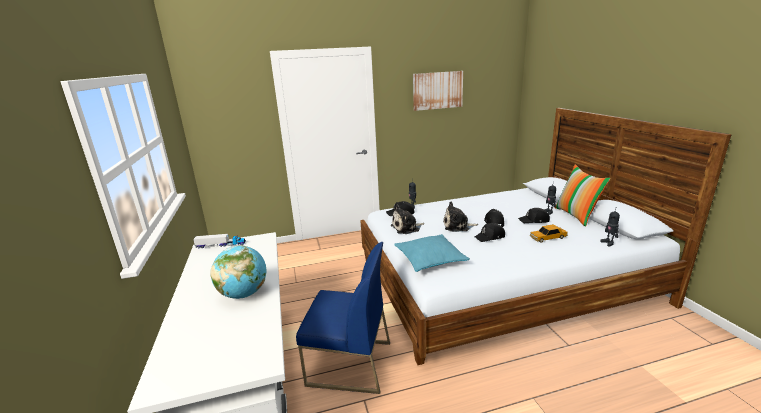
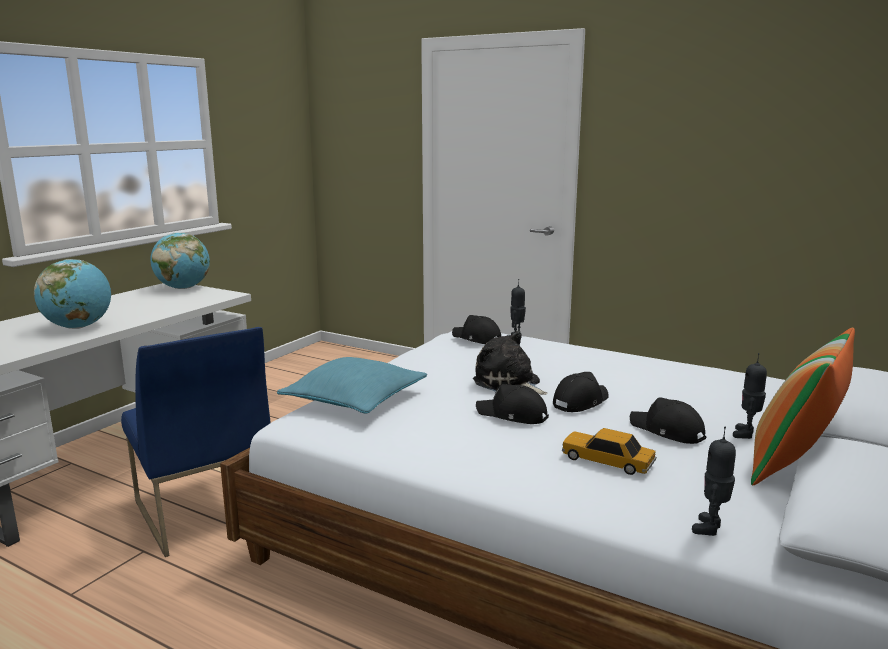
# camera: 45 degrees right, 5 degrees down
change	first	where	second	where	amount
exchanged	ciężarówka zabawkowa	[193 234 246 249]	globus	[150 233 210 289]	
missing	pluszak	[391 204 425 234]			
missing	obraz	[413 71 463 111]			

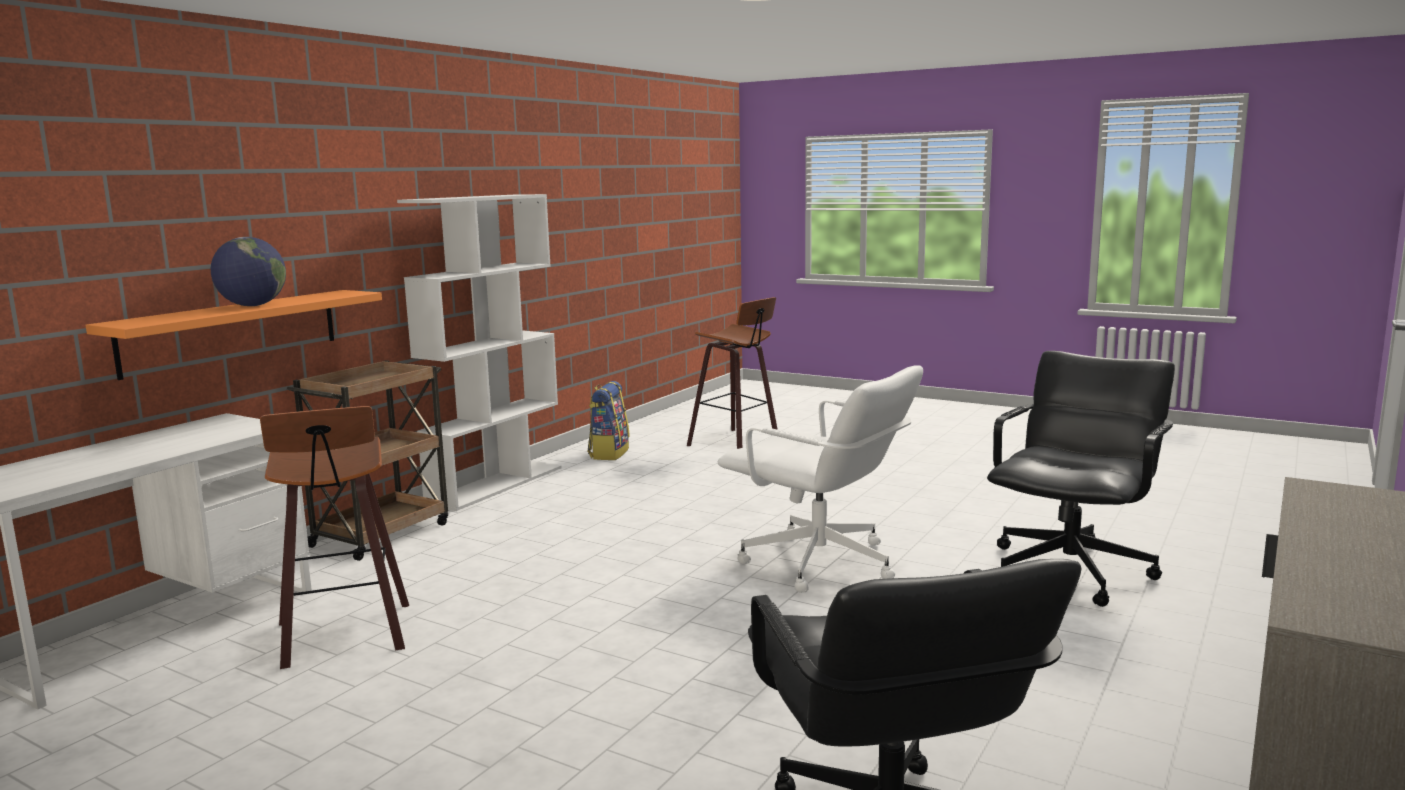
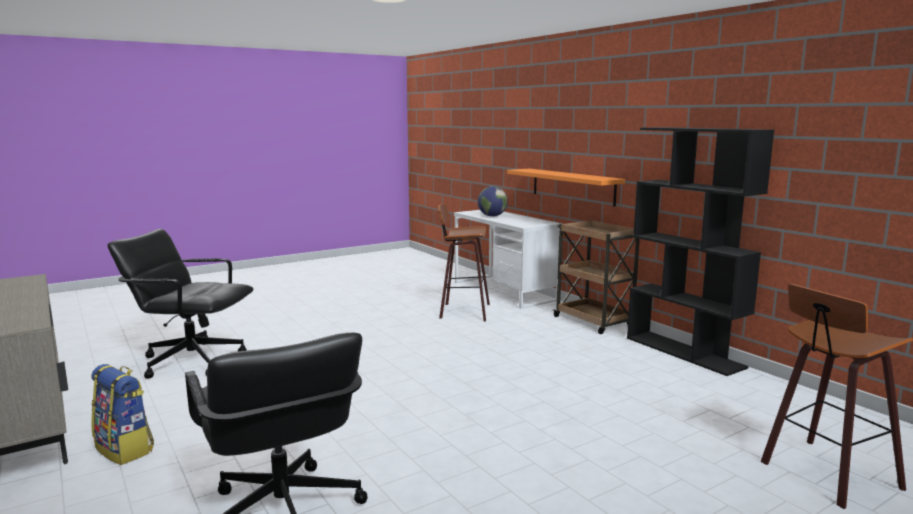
# camera: 115 degrees right, 0 degrees up
change	first	where	second	where	amount
relocated	plecak	[588 381 630 460]		[91 364 154 465]	
relocated	globus	[211 237 286 306]		[478 186 508 217]	
colour	regał [biały]	[397 194 562 511]	regał [czarny]	[627 127 774 376]	
missing	krzesło biurowe [biały]	[718 365 923 593]			

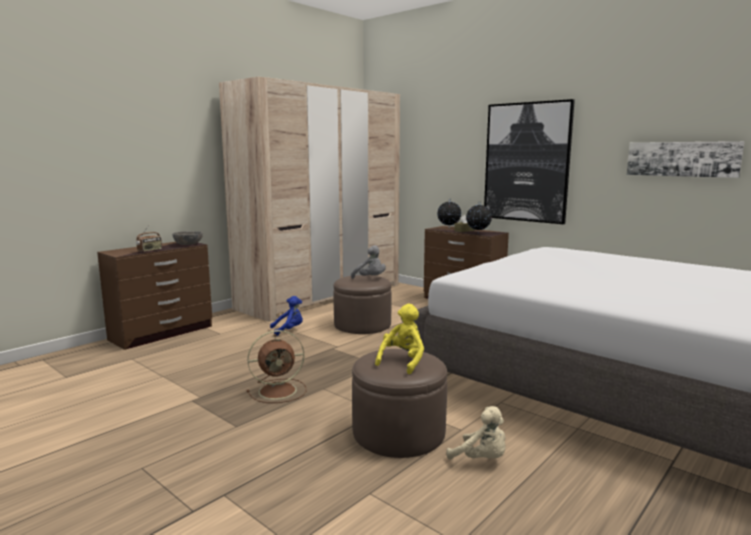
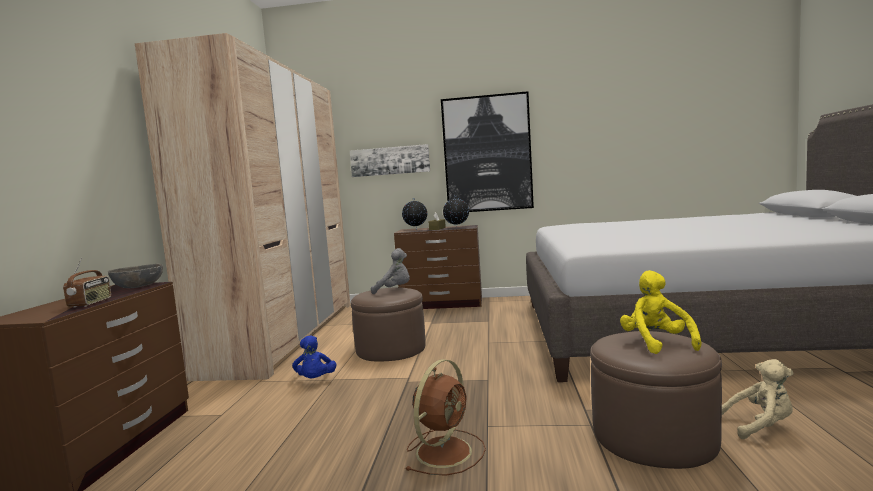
# camera: 35 degrees left, 5 degrees down
change	first	where	second	where	amount
spun	pluszak [niebieski]	[270 296 303 336]		[292 336 337 378]	135 degrees clockwise
relocated	obraz	[626 141 745 178]		[350 144 430 177]	

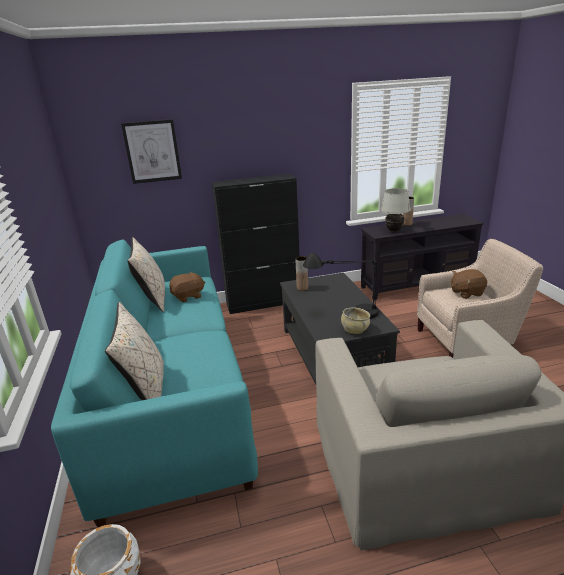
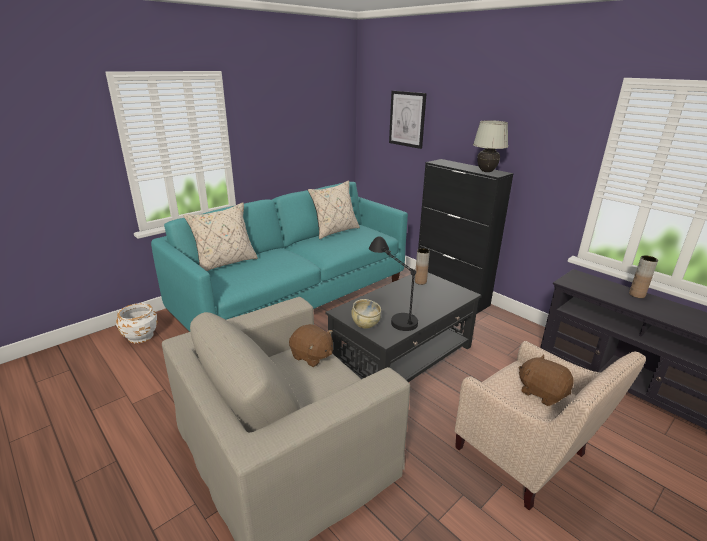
# camera: 60 degrees right, 0 degrees up
change	first	where	second	where	amount
relocated	pluszak [brązowy]	[169 271 205 302]		[289 324 333 367]	
relocated	lampa stołowa [biały]	[381 188 410 232]		[473 120 508 172]	

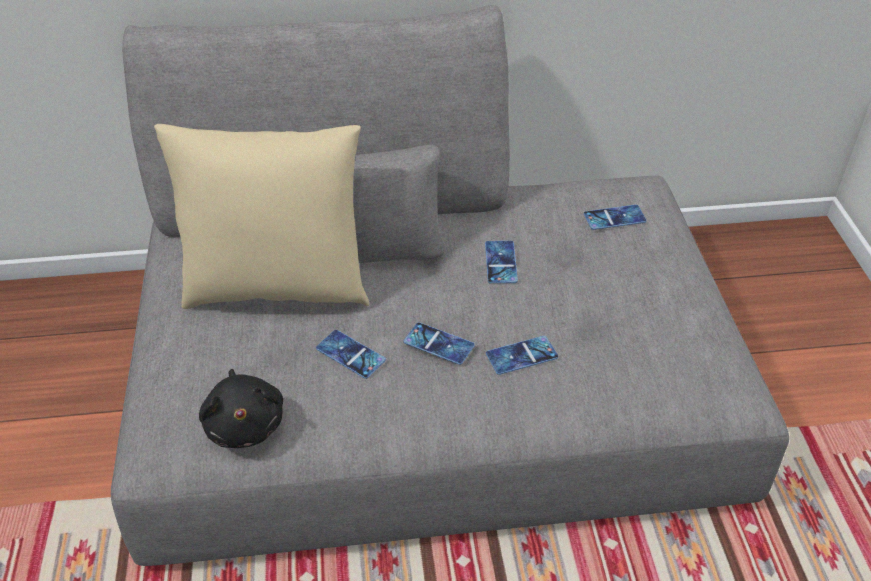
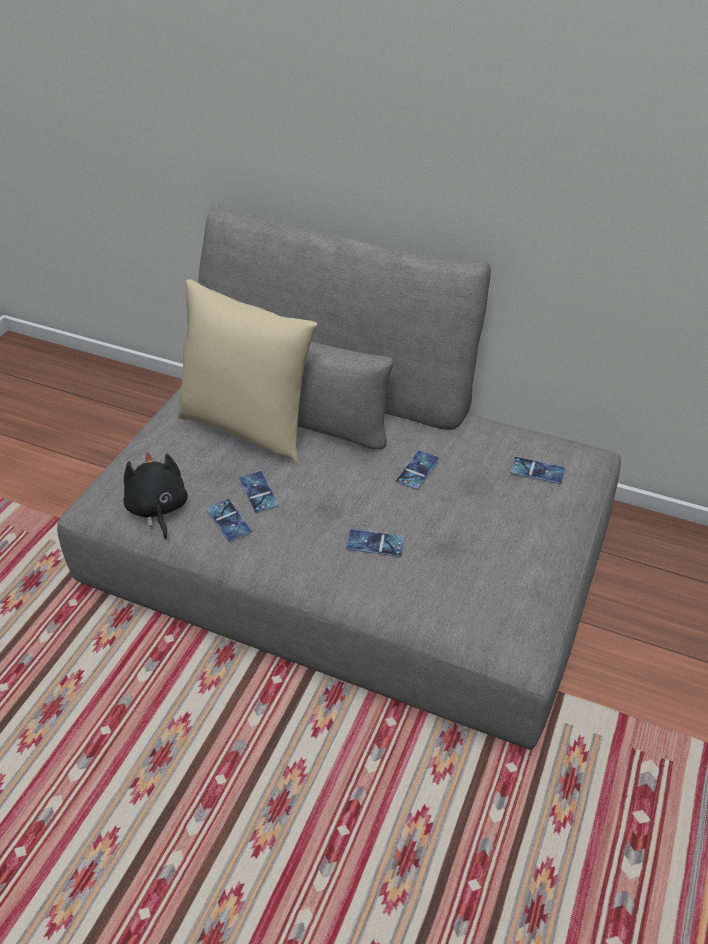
# camera: 30 degrees right, 0 degrees up
change	first	where	second	where	amount
spun	pluszak [czarny]	[199 369 283 448]		[123 451 188 540]	150 degrees clockwise
relocated	telefon	[403 322 475 365]		[206 499 252 542]	

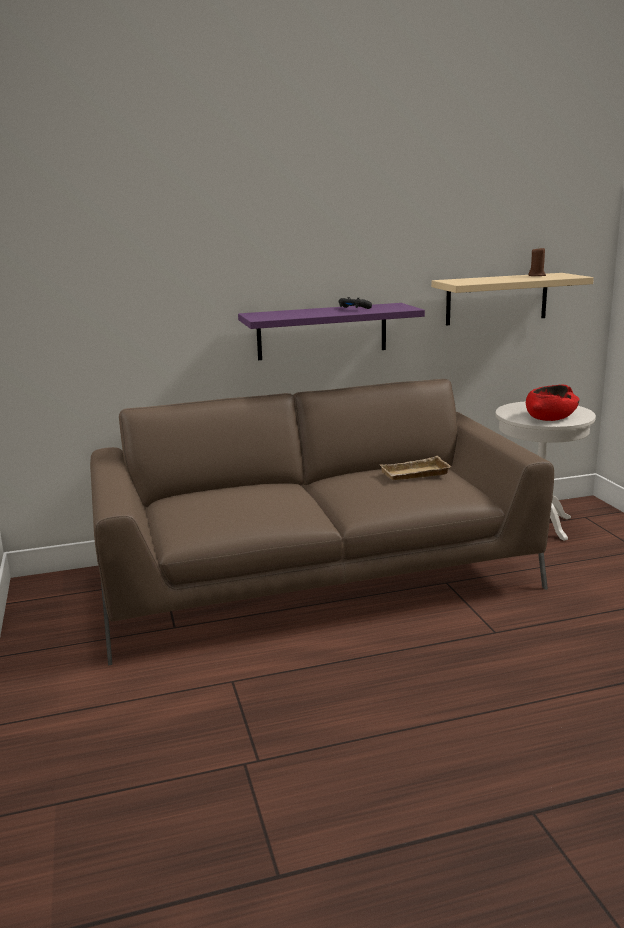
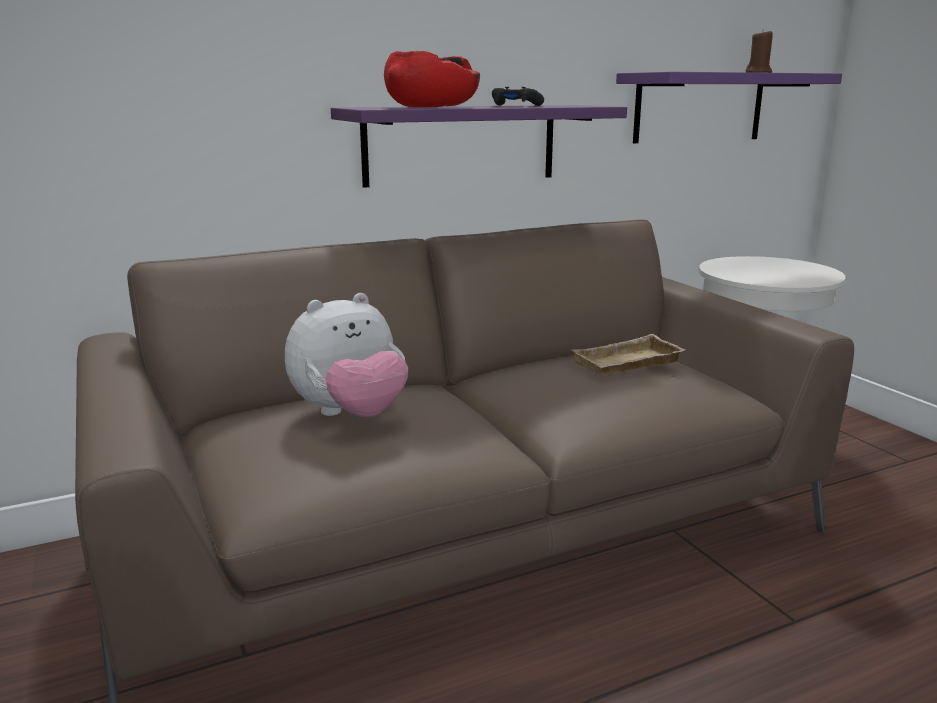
# camera: 10 degrees left, 0 degrees up
change	first	where	second	where	amount
appeared			pluszak	[285 293 408 418]	
relocated	miska [czerwony]	[526 385 579 421]		[384 51 480 107]	
colour	półka [beżowy]	[431 273 594 325]	półka [fioletowy]	[616 72 842 143]	

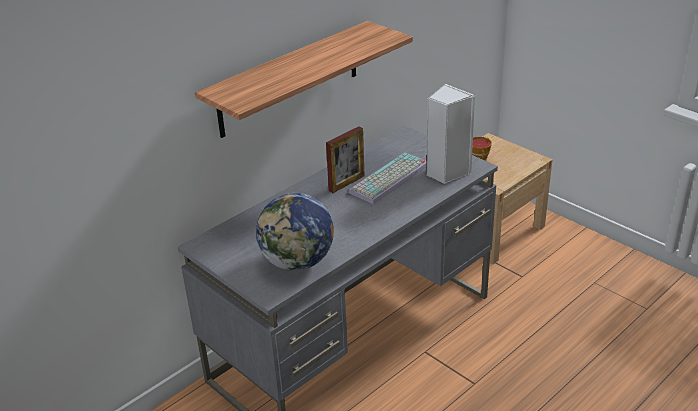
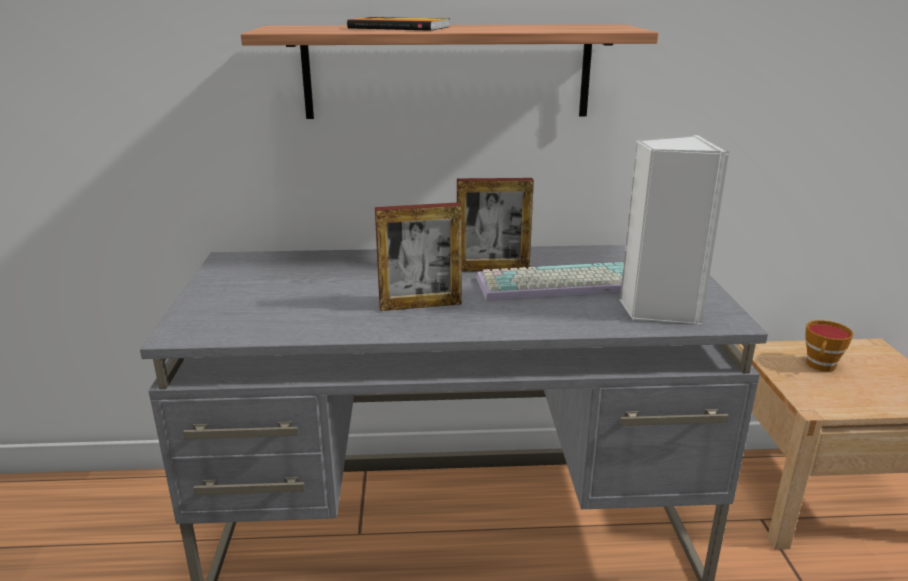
# camera: 40 degrees right, 10 degrees down
change	first	where	second	where	amount
appeared			książka	[347 17 450 31]	
appeared			ramka na zdjęcie	[375 202 462 311]	
missing	globus	[256 193 334 271]			

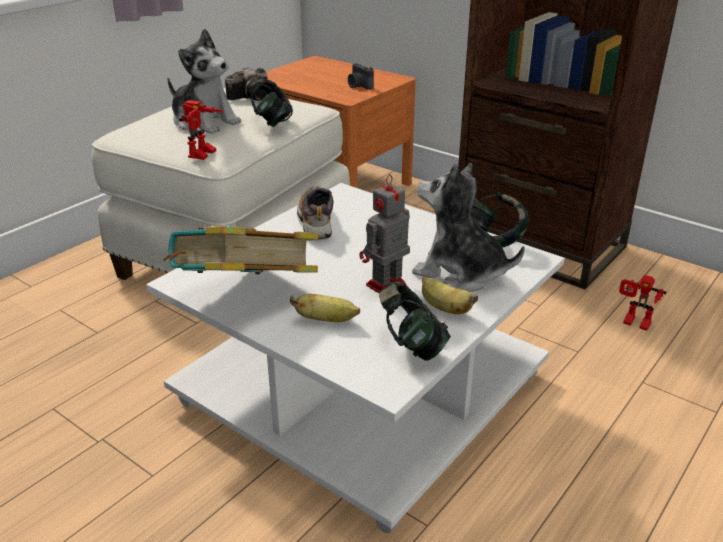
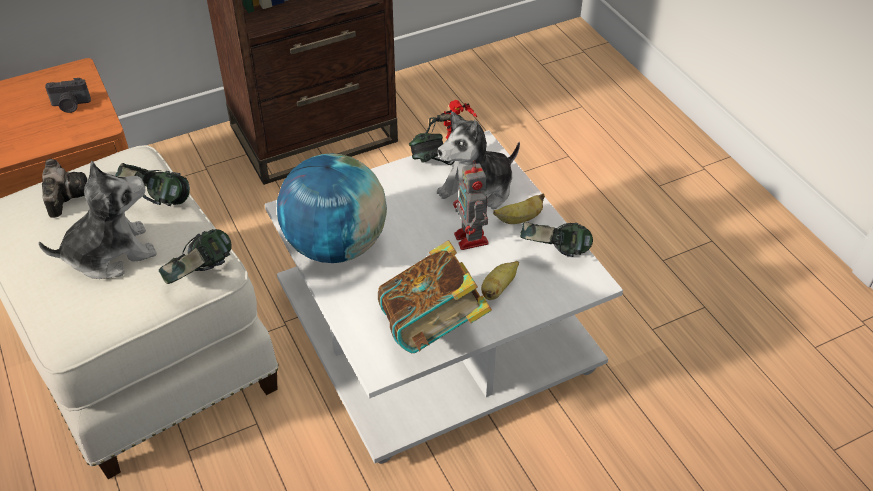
# camera: 65 degrees left, 15 degrees up
change	first	where	second	where	amount
exchanged	robot zabawkowy	[179 100 224 160]	słuchawki	[159 229 232 284]	
exchanged	but	[297 186 334 241]	globus	[277 153 387 263]	

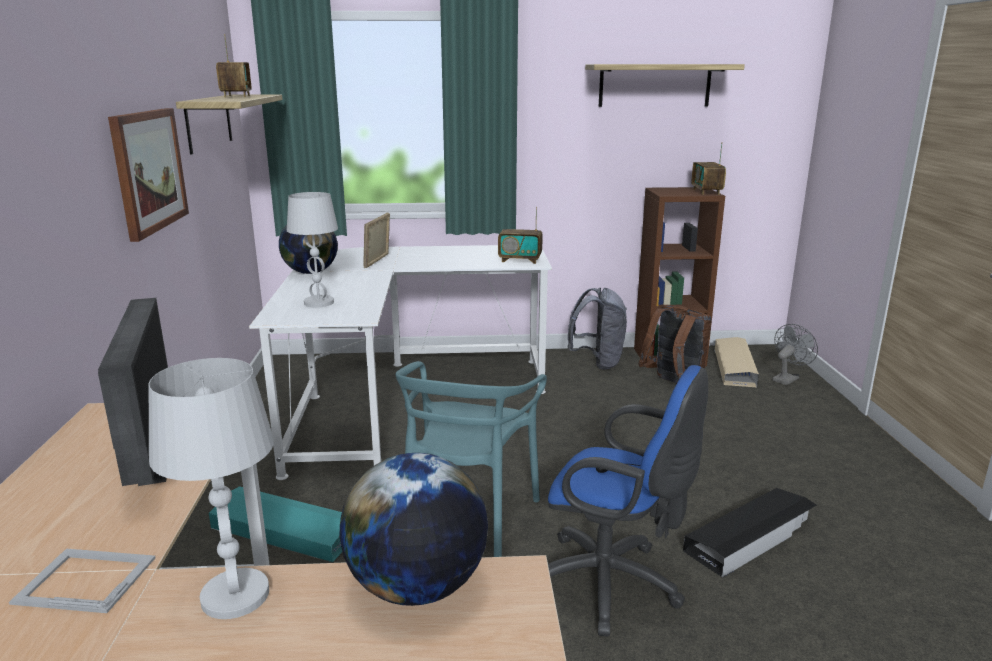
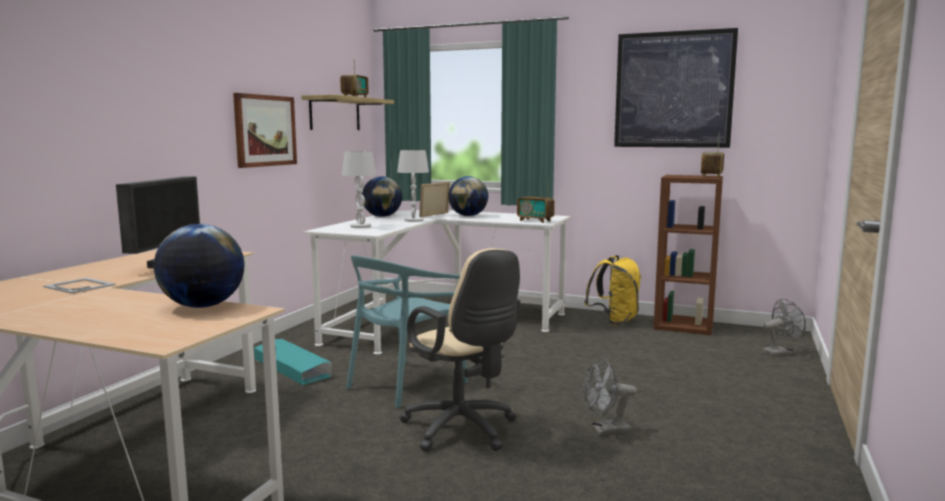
# camera: 25 degrees right, 10 degrees down
change	first	where	second	where	amount
relocated	lampa stołowa [biały]	[149 358 274 619]		[397 150 429 222]	
colour	krzesło biurowe [niebieski]	[548 365 708 637]	krzesło biurowe [beżowy]	[399 248 520 452]	
appeared			globus	[448 176 488 216]	
exchanged	pojemnik do przechowywania [czarny]	[683 488 817 578]	wentylator [szary]	[583 358 637 435]	
colour	plecak [szary]	[567 288 627 370]	plecak [żółty]	[584 255 641 325]	
exchanged	półka	[585 64 745 107]	obraz	[614 28 738 148]	
missing	plecak [brązowy]	[638 305 712 383]			
missing	pojemnik do przechowywania [beżowy]	[714 337 759 387]			

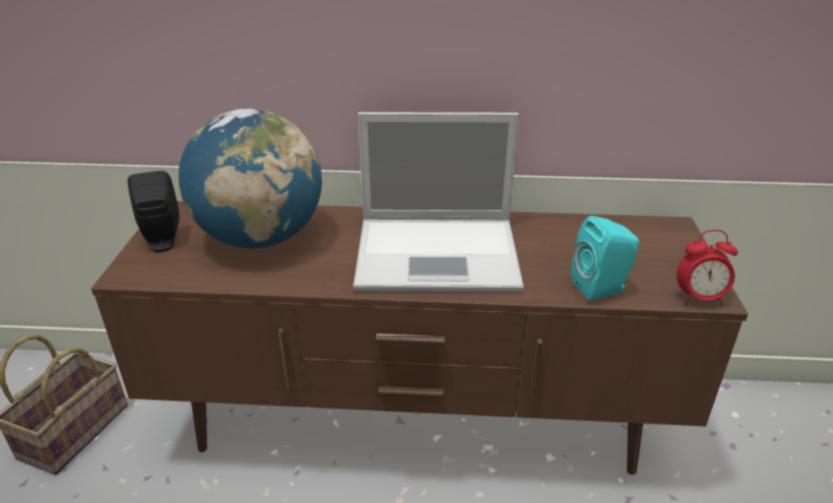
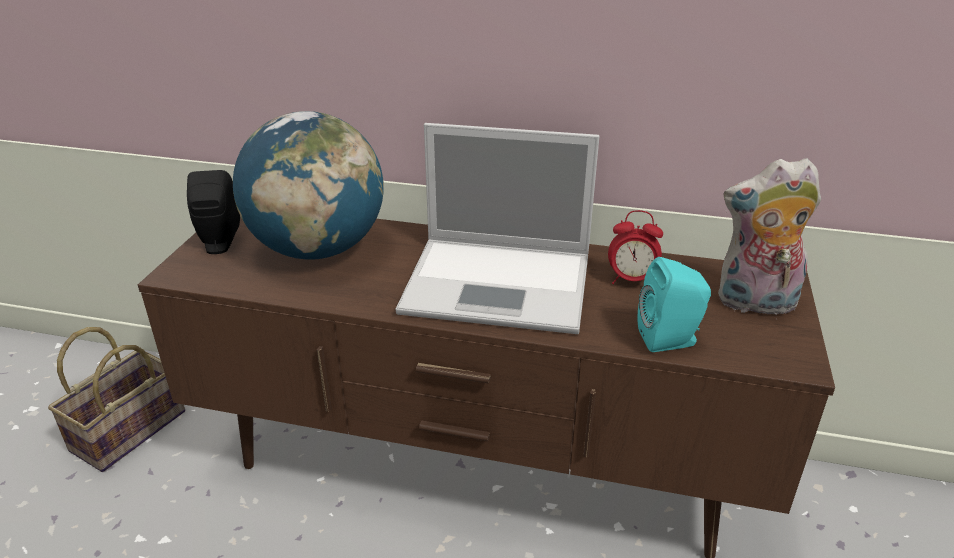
# camera: 10 degrees right, 0 degrees up
change	first	where	second	where	amount
relocated	budzik	[676 230 738 306]		[608 210 663 284]	
appeared			pluszak	[718 158 821 315]	

